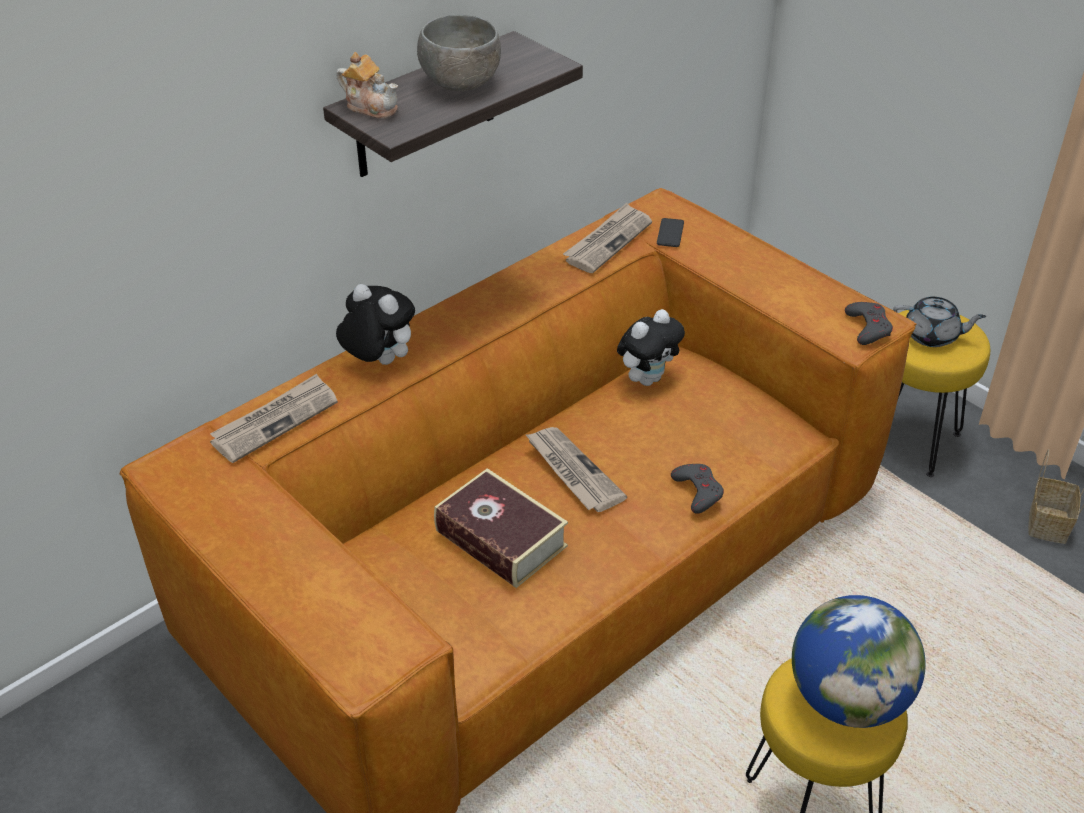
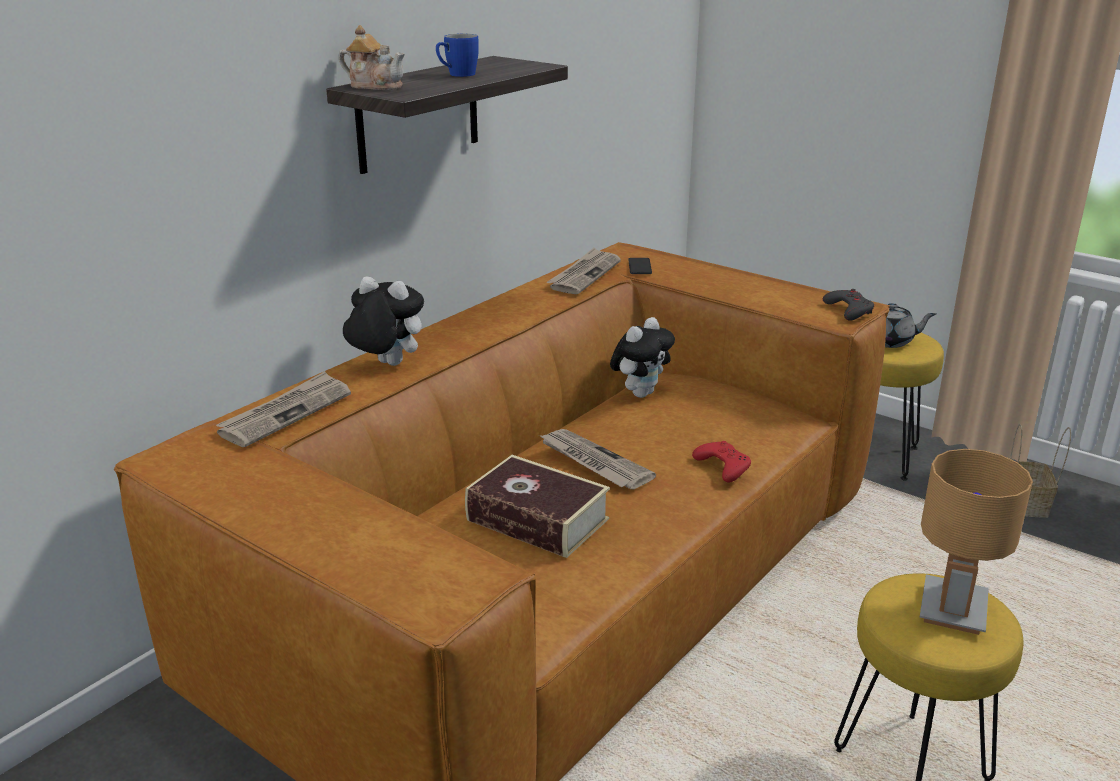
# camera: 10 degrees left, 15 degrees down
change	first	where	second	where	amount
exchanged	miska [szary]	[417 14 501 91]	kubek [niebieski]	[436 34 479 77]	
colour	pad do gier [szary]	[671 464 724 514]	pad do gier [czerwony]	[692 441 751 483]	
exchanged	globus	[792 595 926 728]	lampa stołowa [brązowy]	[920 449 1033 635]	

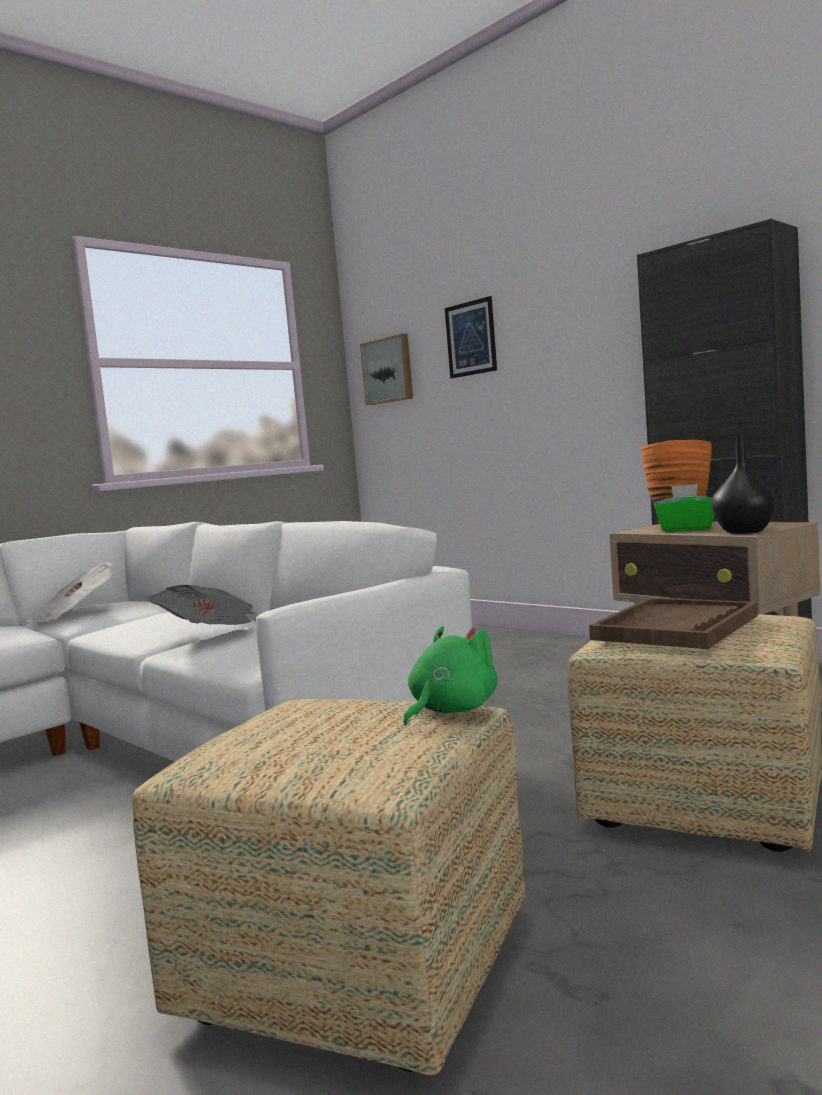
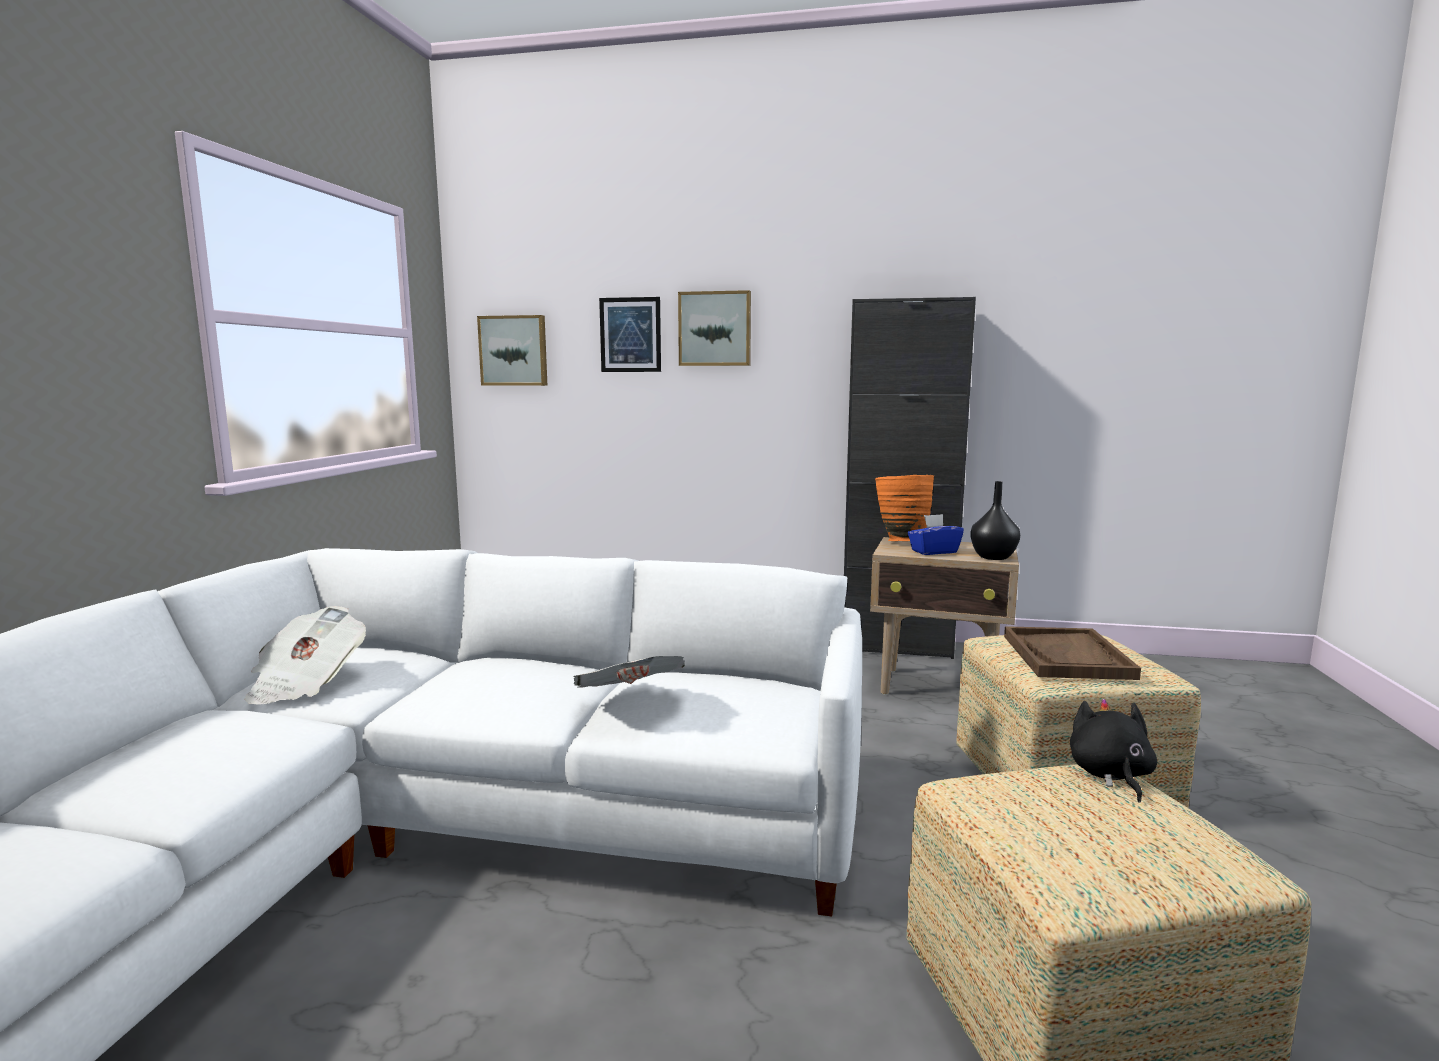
# camera: 35 degrees left, 5 degrees up
change	first	where	second	where	amount
appeared			obraz	[678 290 751 366]	
colour	pudełko chusteczek [zielony]	[655 484 714 532]	pudełko chusteczek [niebieski]	[908 514 964 555]	
colour	pluszak [zielony]	[403 626 498 725]	pluszak [czarny]	[1070 699 1157 803]	

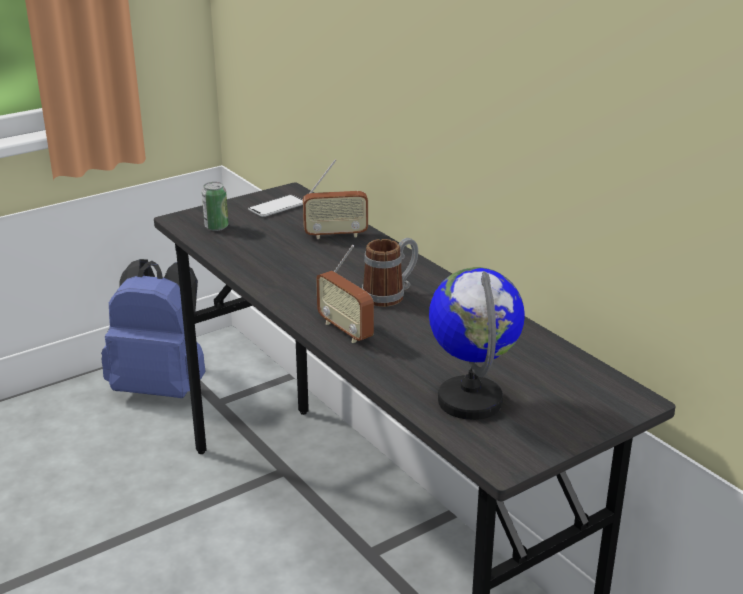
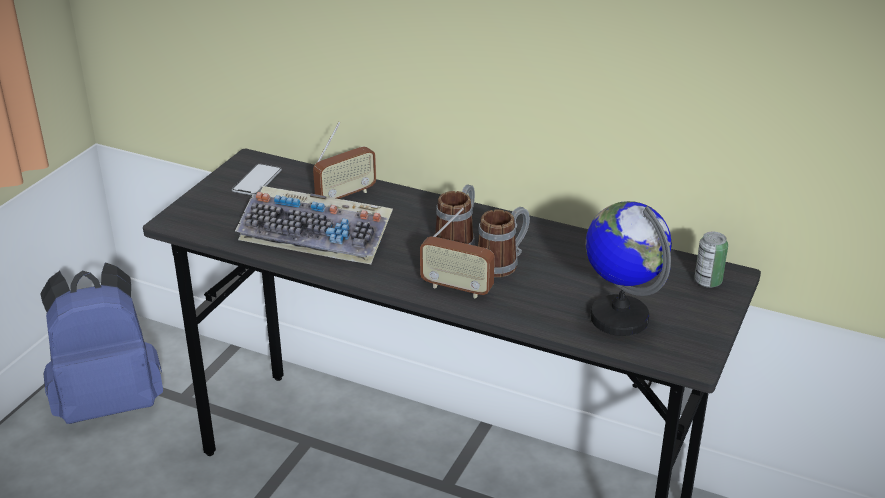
# camera: 30 degrees left, 5 degrees up
change	first	where	second	where	amount
appeared			klawiatura	[235 186 393 264]	
appeared			kubek	[478 207 530 277]	
relocated	puszka	[202 182 229 231]		[694 232 728 288]	

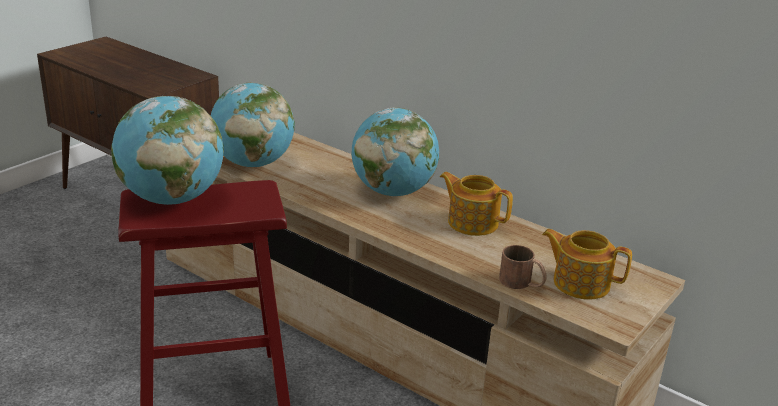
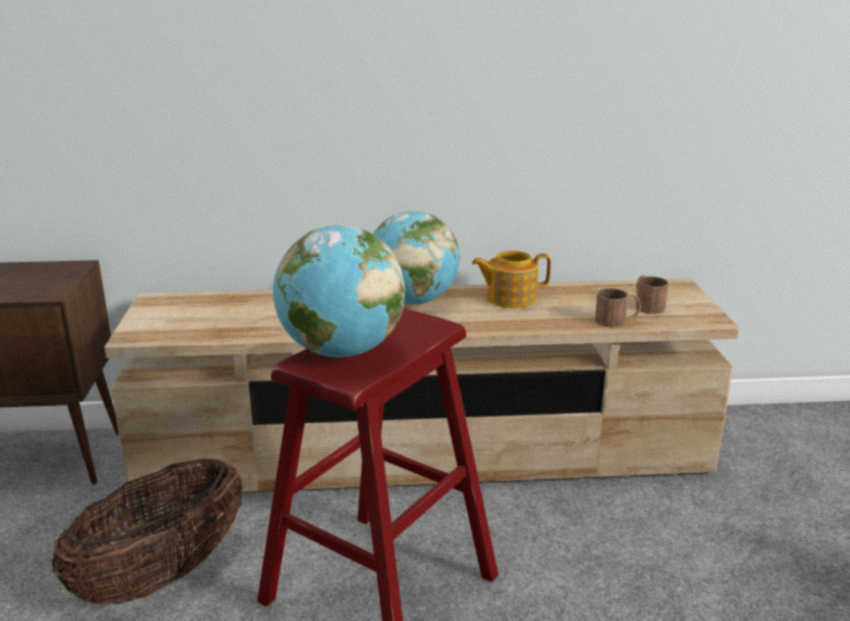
# camera: 40 degrees left, 5 degrees down
change	first	where	second	where	amount
appeared			koszyk	[52 457 243 604]	
exchanged	imbryk	[542 229 632 299]	kubek [brązowy]	[636 275 668 314]	
missing	globus	[211 83 295 167]			

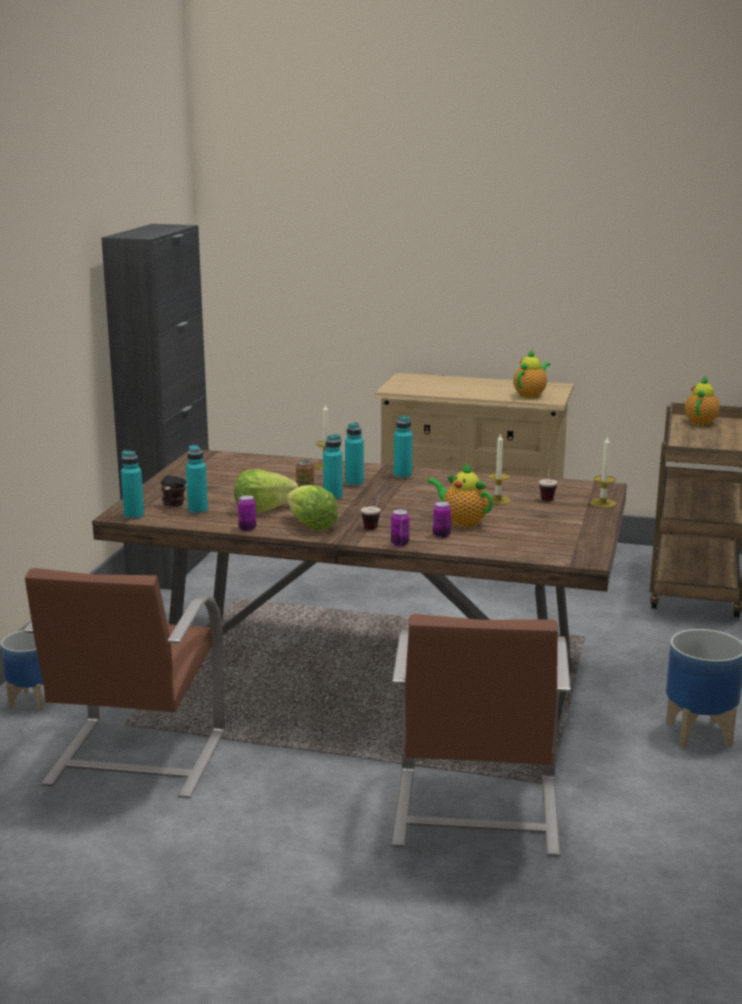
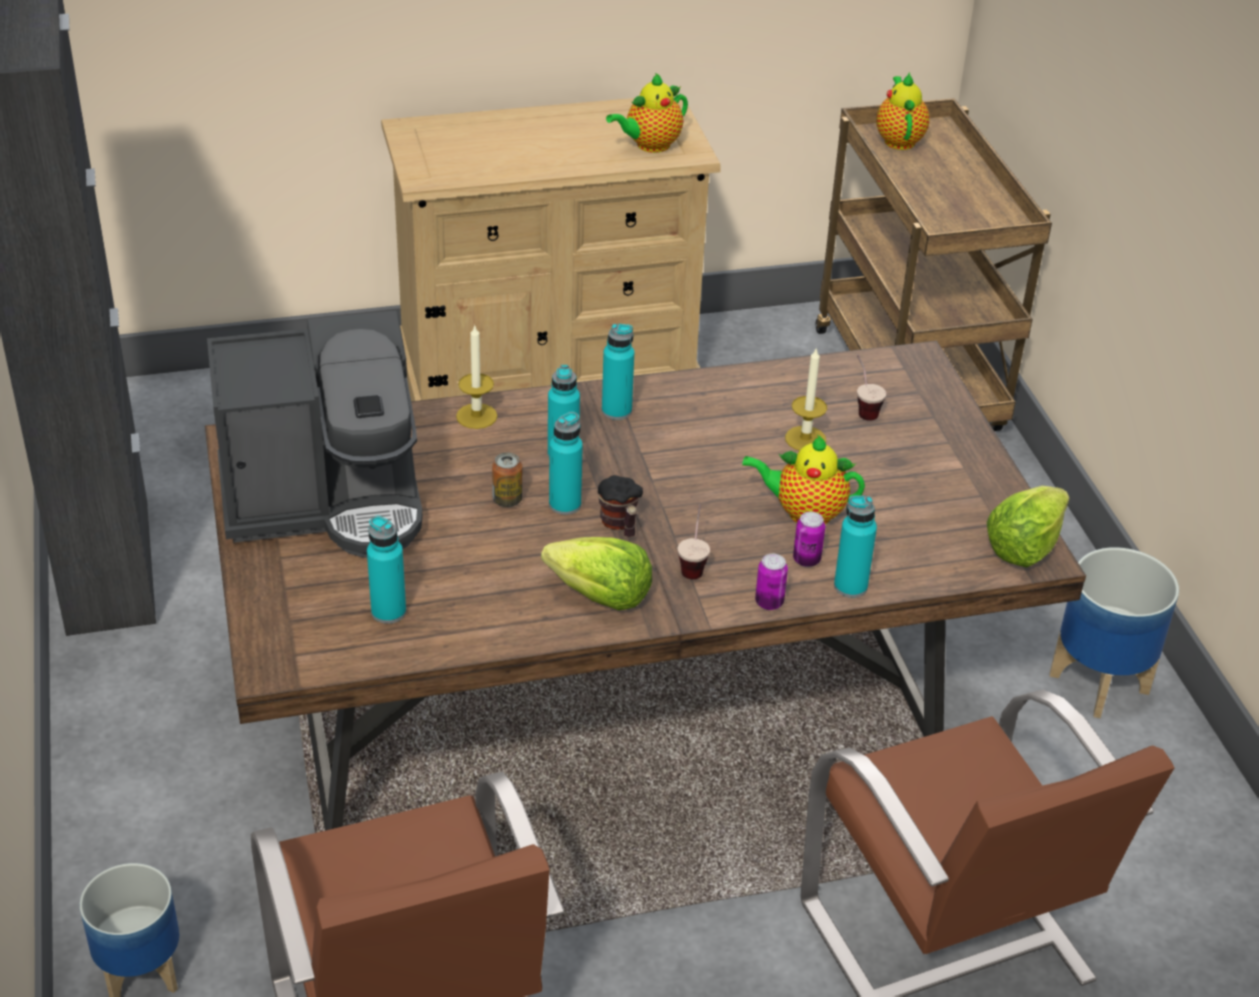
# camera: 30 degrees left, 20 degrees up
change	first	where	second	where	amount
appeared			ekspres do kawy	[207 310 422 558]	
relocated	kubek	[161 475 186 507]		[598 475 643 537]	
spun	imbryk	[513 349 550 399]		[606 73 688 153]	135 degrees counterclockwise
relocated	butelka [turkusowy]	[121 450 144 519]		[834 495 877 598]	
relocated	sałata	[234 469 298 512]		[987 486 1070 567]	
missing	puszka	[238 495 256 531]			
missing	świeca	[590 435 616 508]			

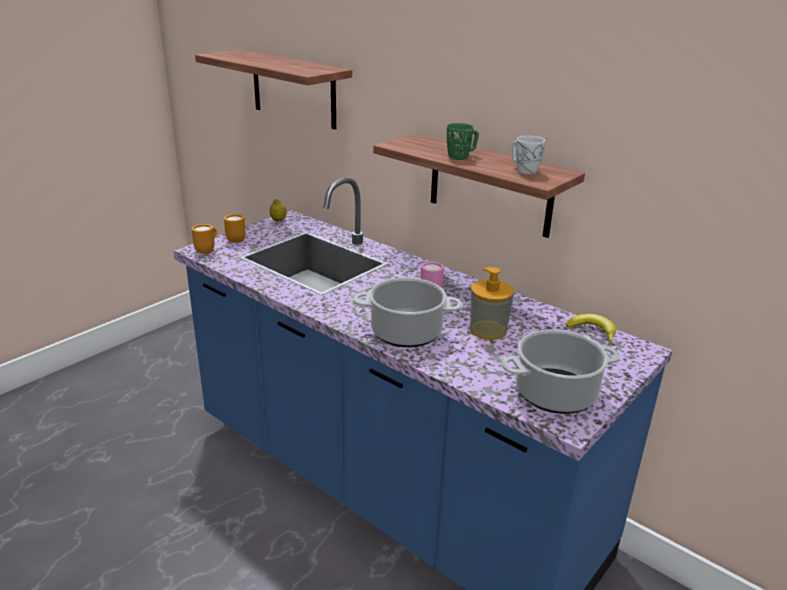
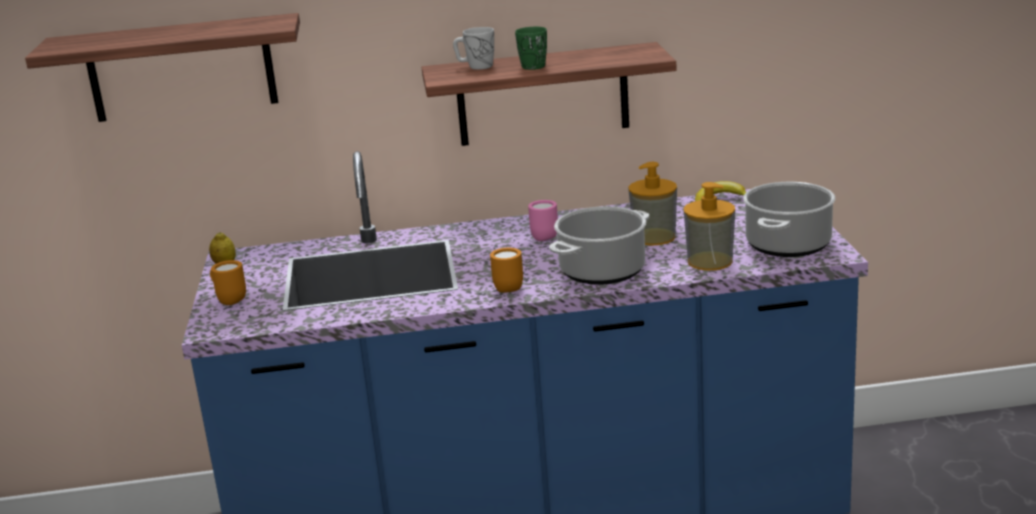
# camera: 45 degrees left, 5 degrees down
change	first	where	second	where	amount
relocated	kubek [biały]	[512 135 545 175]		[453 27 494 70]	
relocated	kubek [pomarańczowy]	[191 224 217 254]		[490 248 523 293]	
appeared			dozownik mydła	[683 182 735 271]	

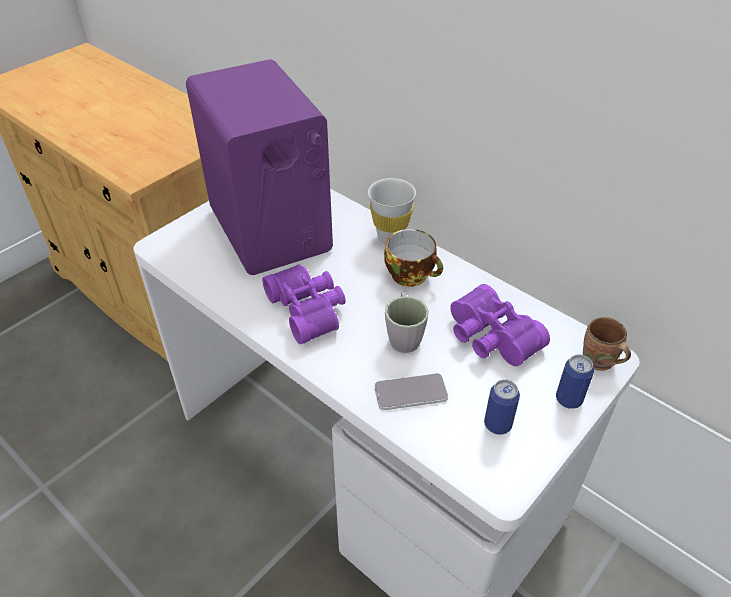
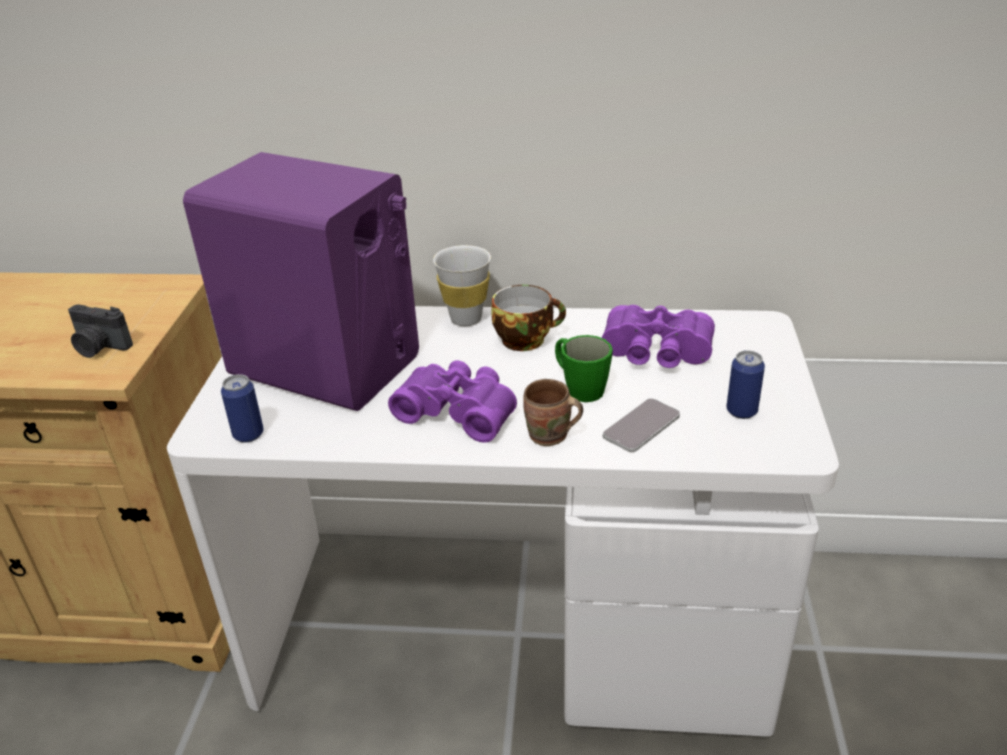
# camera: 35 degrees left, 10 degrees down
change	first	where	second	where	amount
appeared			aparat fotograficzny	[68 304 133 358]	
relocated	puszka	[556 355 594 409]		[221 374 264 443]	
relocated	kubek [brązowy]	[583 317 631 371]		[523 379 583 446]	
colour	kubek [szary]	[385 292 429 353]	kubek [zielony]	[555 335 613 402]	

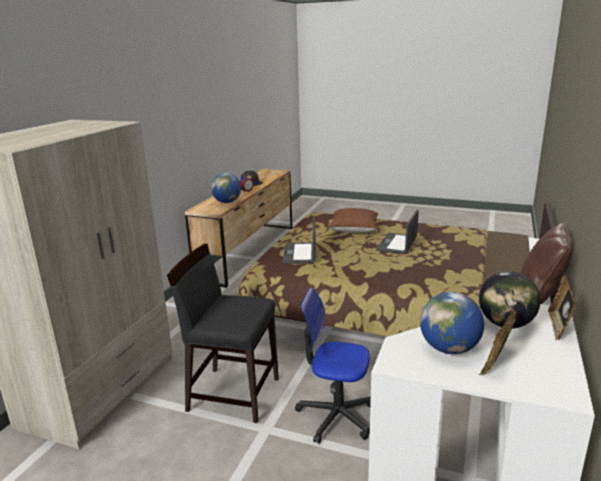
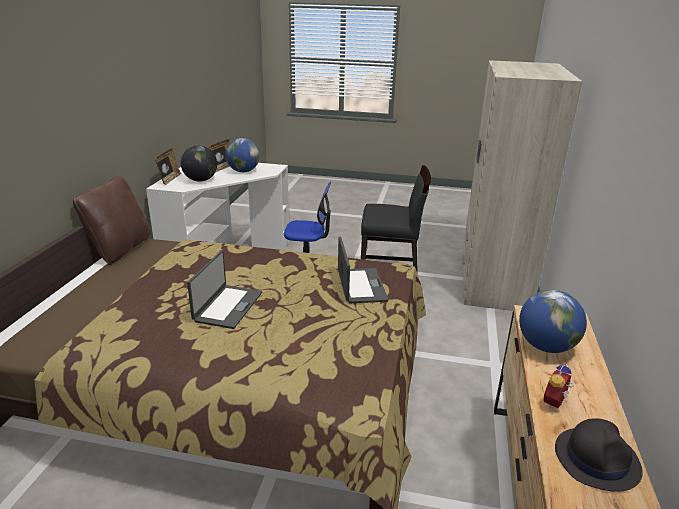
# camera: 170 degrees right, 5 degrees up
change	first	where	second	where	amount
missing	poduszka [brązowy]	[329 208 378 233]			

